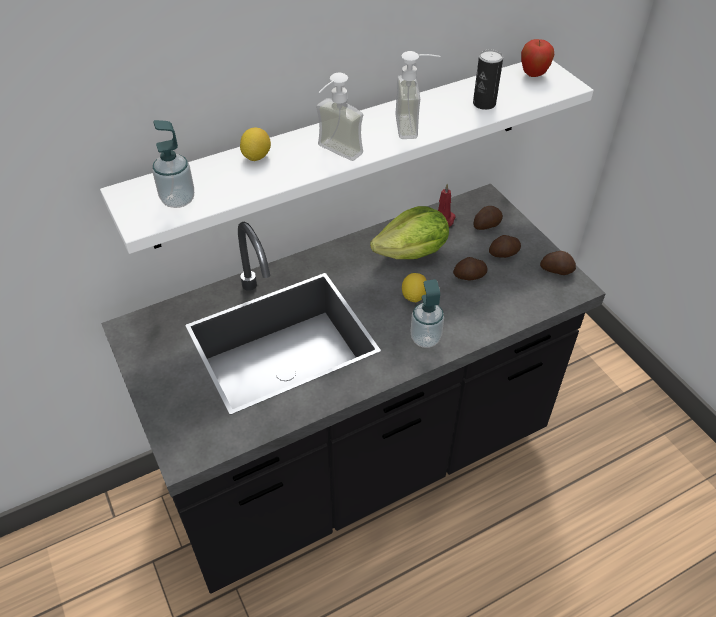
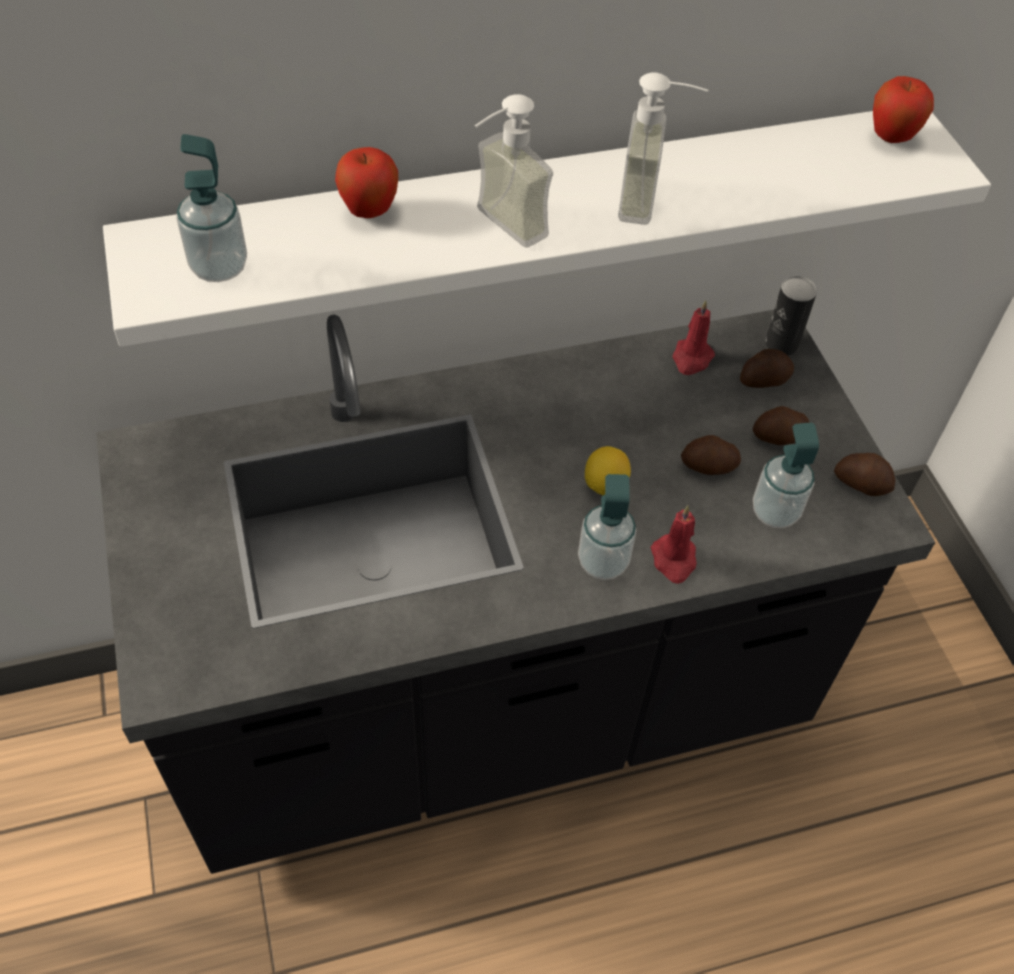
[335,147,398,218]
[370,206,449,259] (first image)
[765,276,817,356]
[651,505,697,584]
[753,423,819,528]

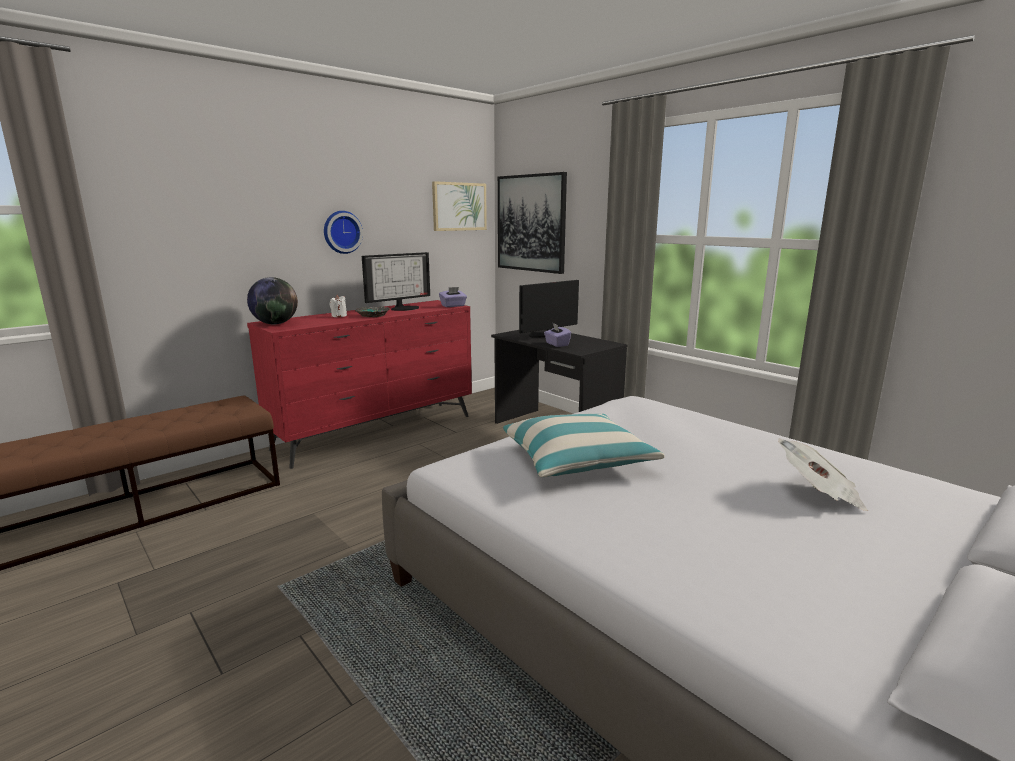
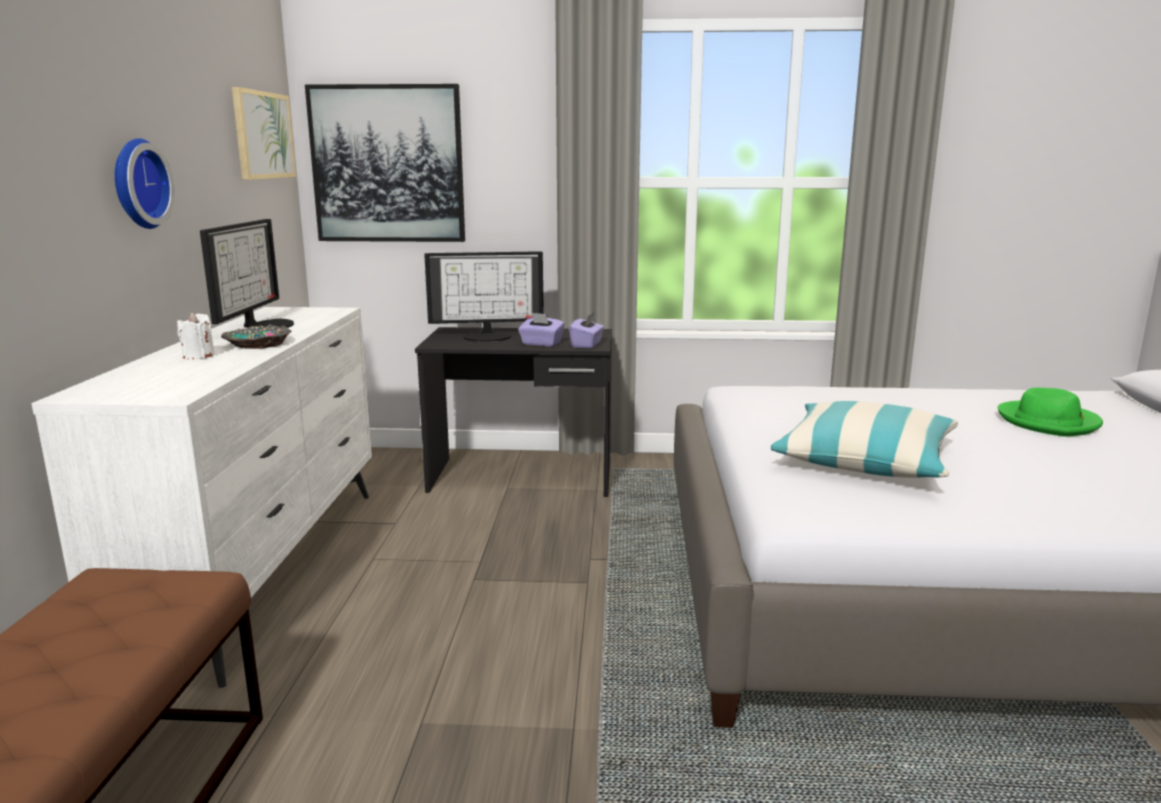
[247,277,298,324] (first image)
[31,307,372,688]
[569,313,604,349]
[424,251,544,342]
[998,388,1103,437]

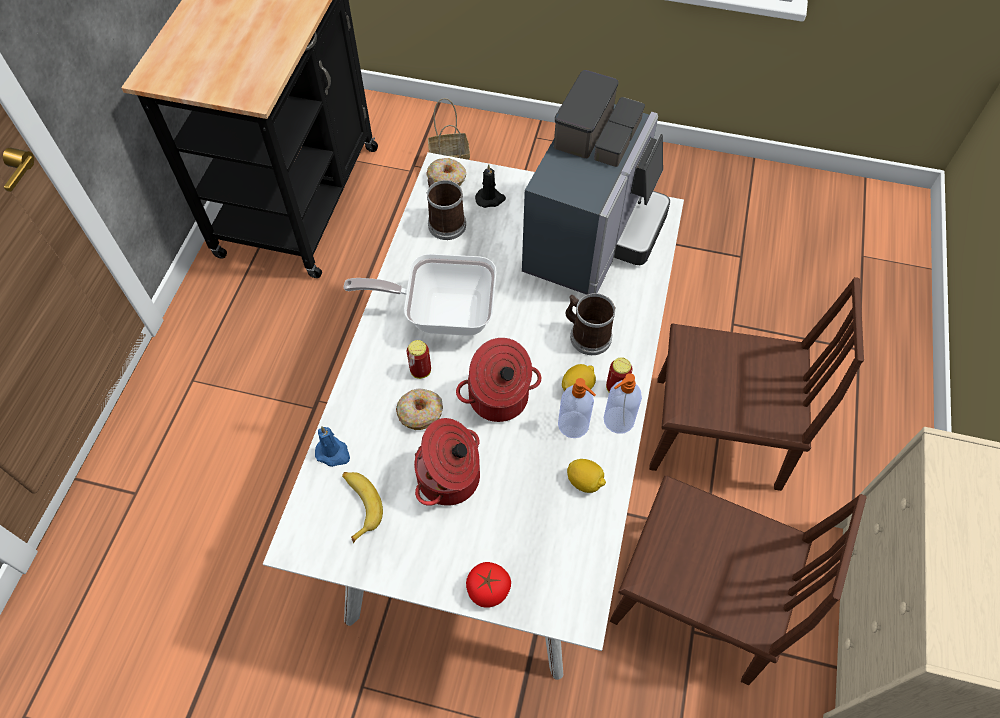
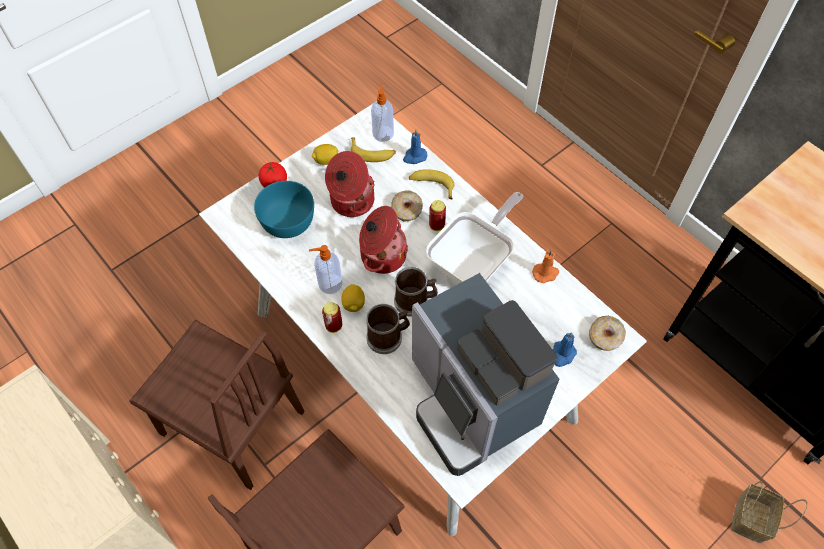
[394,267,438,317]
[553,332,577,367]
[312,144,338,165]
[371,82,394,142]
[129,320,305,490]
[254,181,314,238]
[409,169,454,199]
[532,249,559,283]

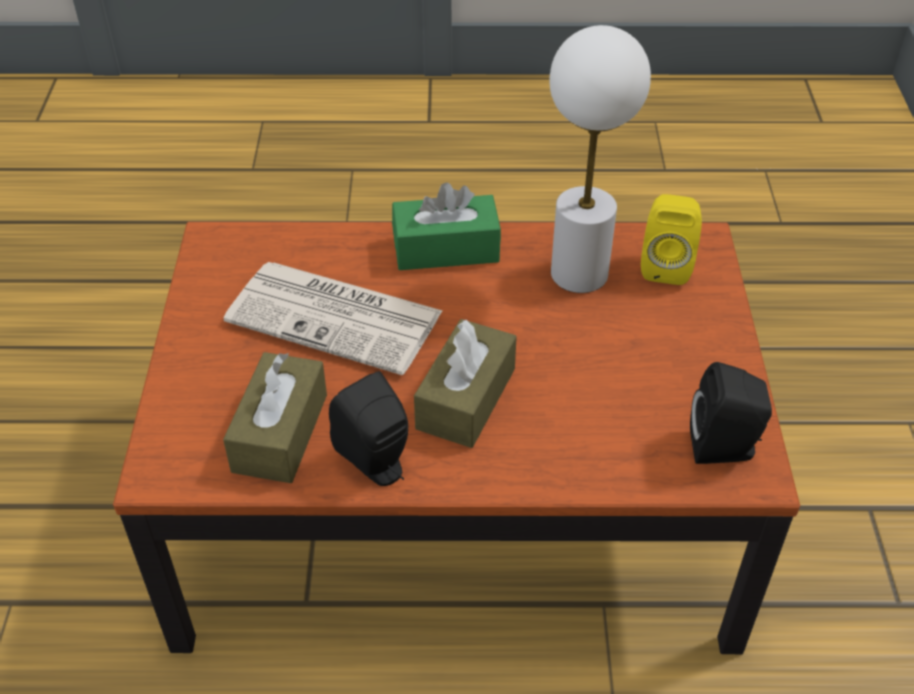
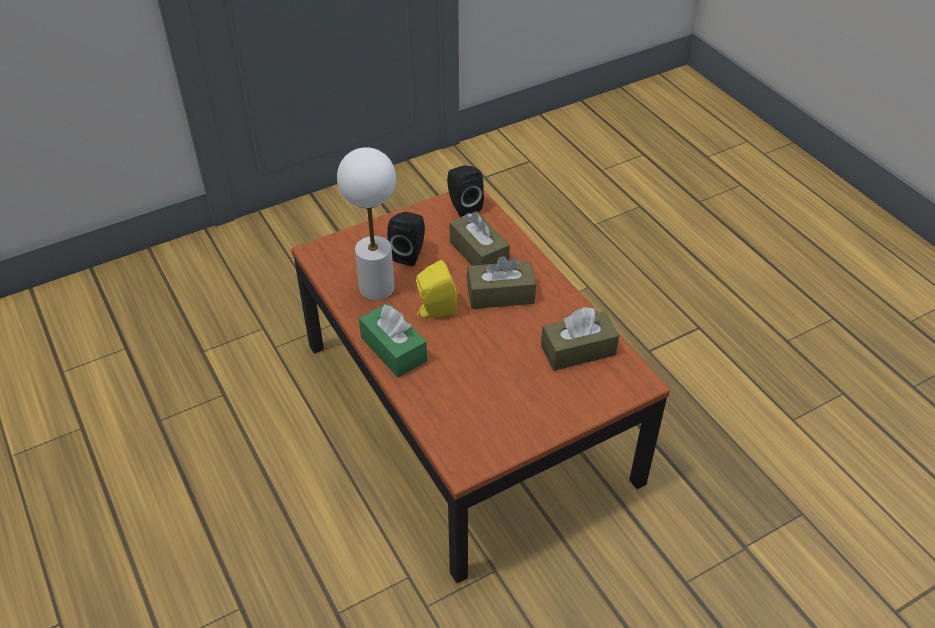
[224,262,443,375] (first image)
[387,212,425,266]
[416,260,458,319]
[450,211,510,266]

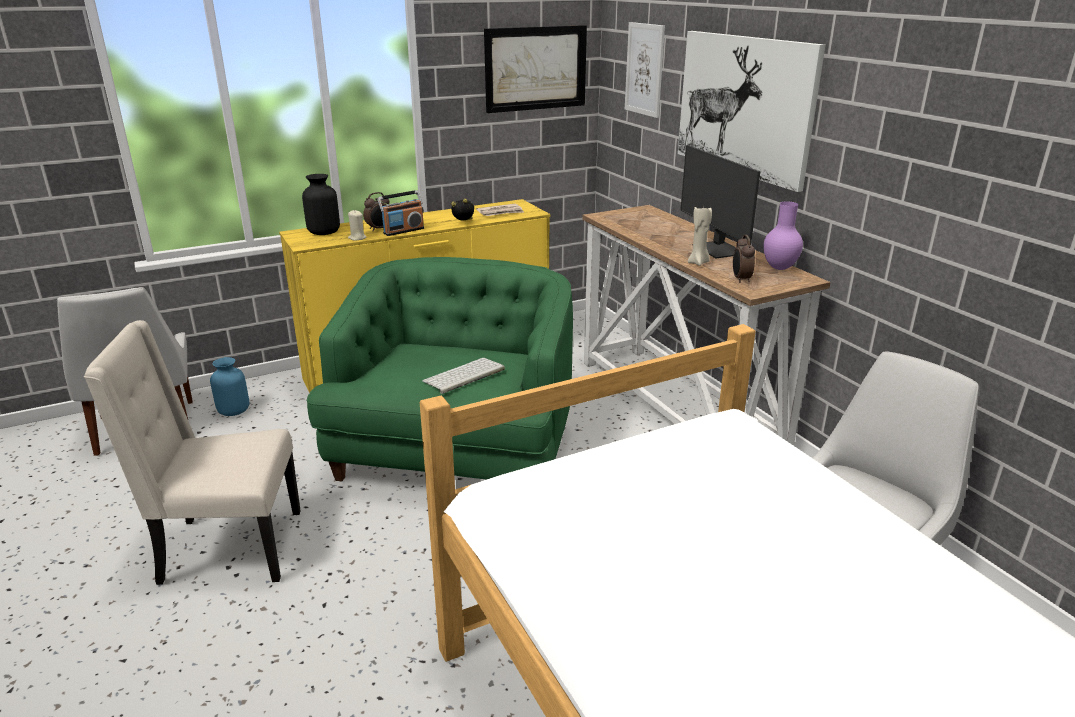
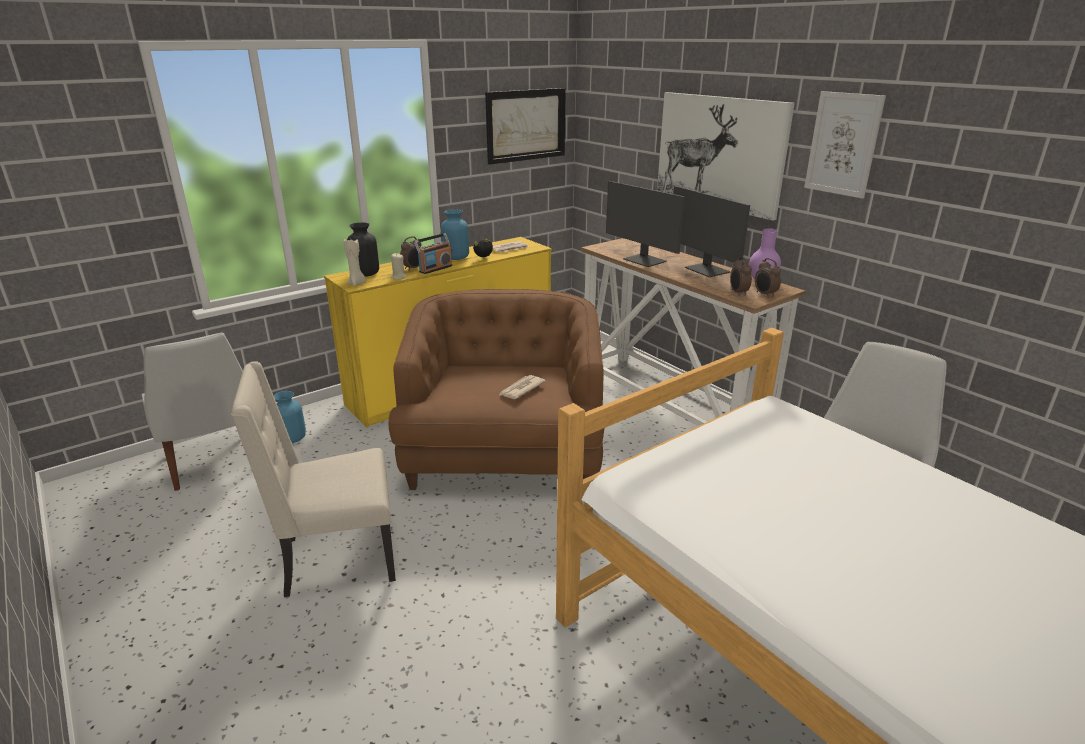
[388,289,604,490]
[499,375,546,399]
[804,91,886,199]
[343,238,366,286]
[441,209,469,260]
[606,181,685,267]
[755,258,781,298]

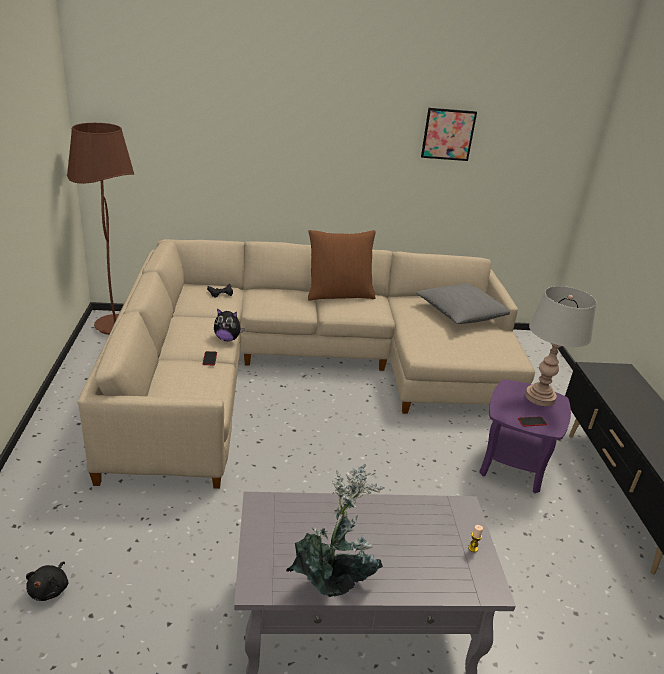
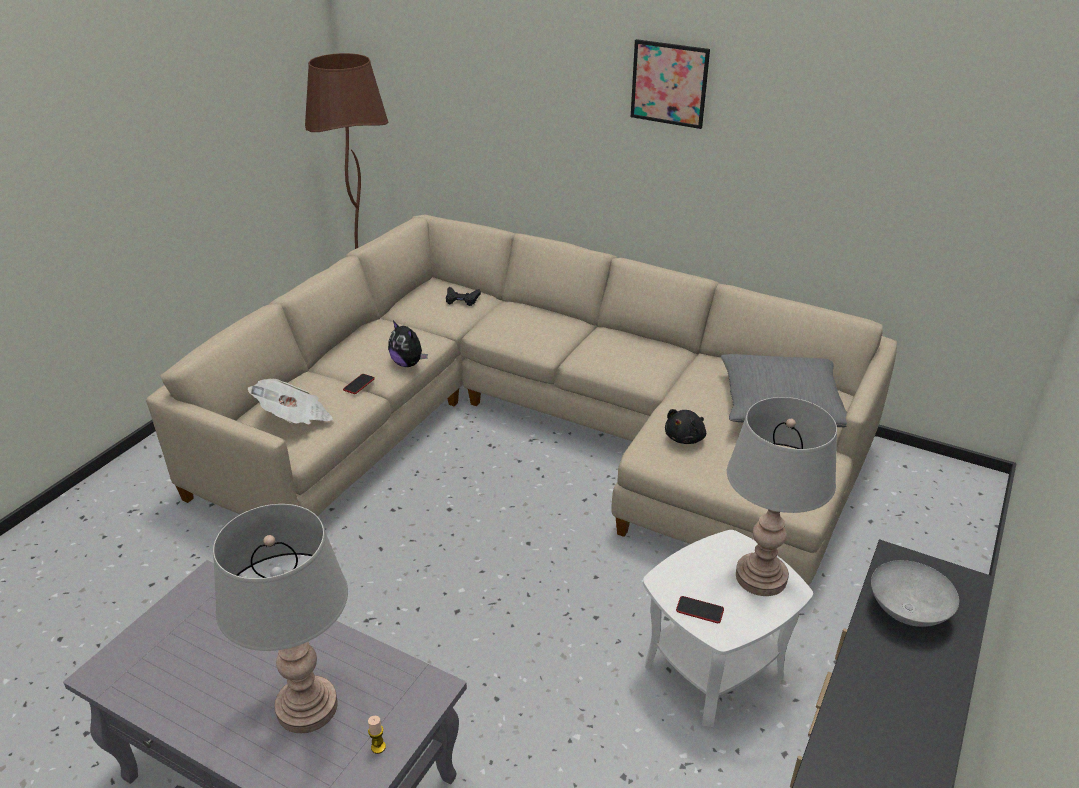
[665,409,706,444]
[286,463,385,597] (first image)
[308,230,376,301] (first image)
[631,39,710,129]
[643,530,813,727]
[213,504,348,733]
[248,379,333,424]
[871,560,959,627]

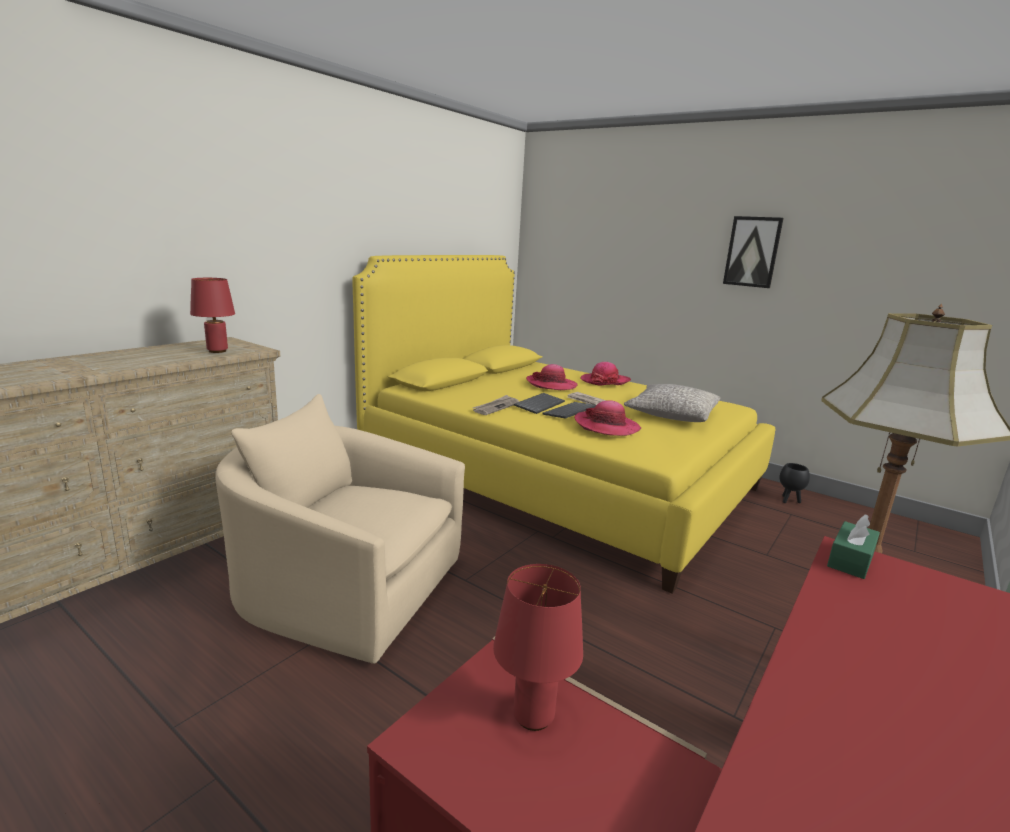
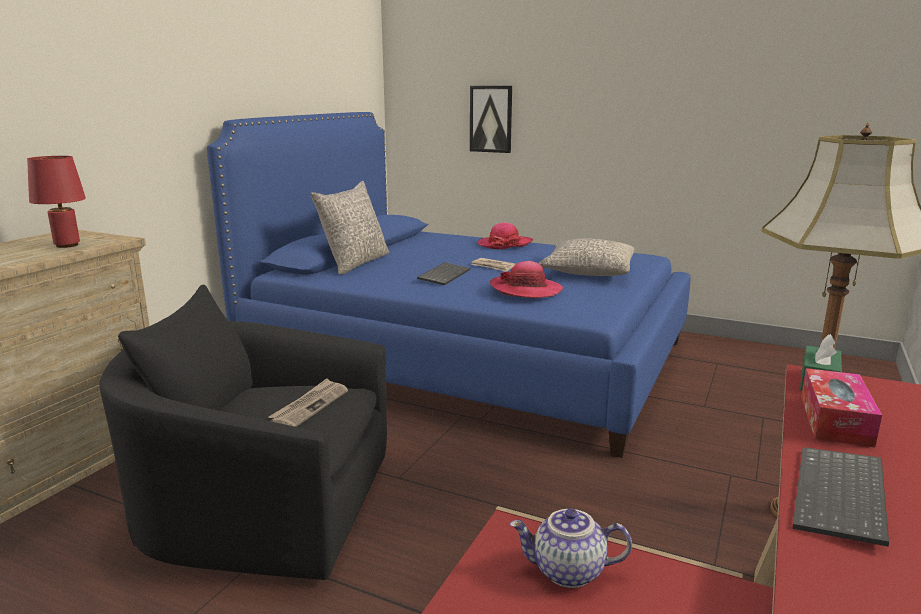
[100,285,387,580]
[207,112,690,458]
[268,378,348,427]
[510,508,632,588]
[526,364,578,390] (first image)
[793,447,889,547]
[470,86,512,153]
[780,463,810,503] (first image)
[311,181,390,275]
[801,368,882,447]

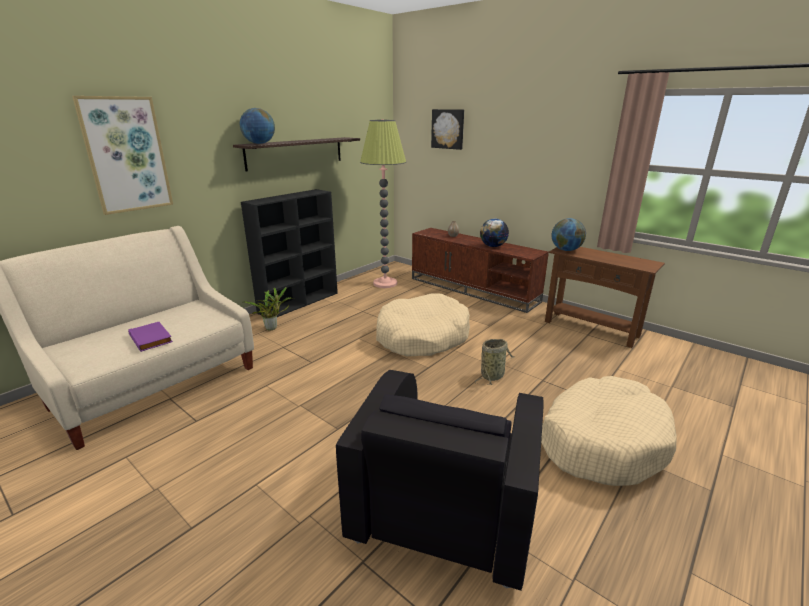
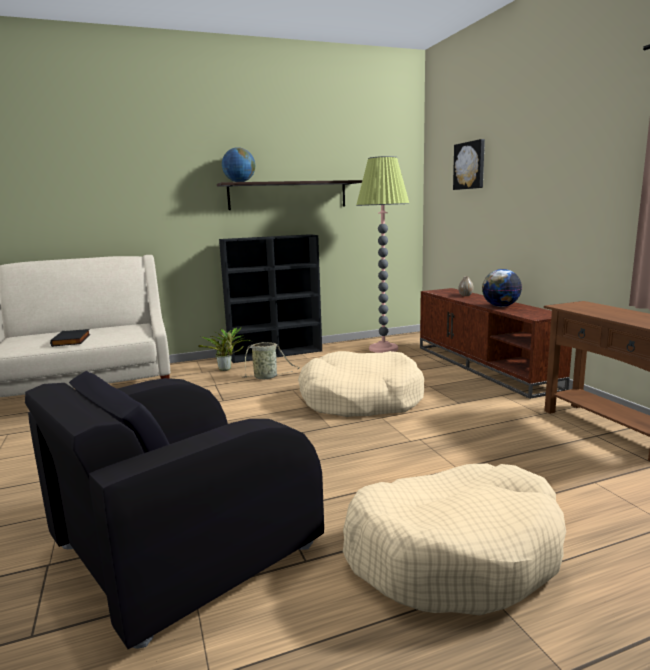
[72,96,173,215] (first image)
[50,329,91,347]
[243,342,299,379]
[552,218,586,251] (first image)

